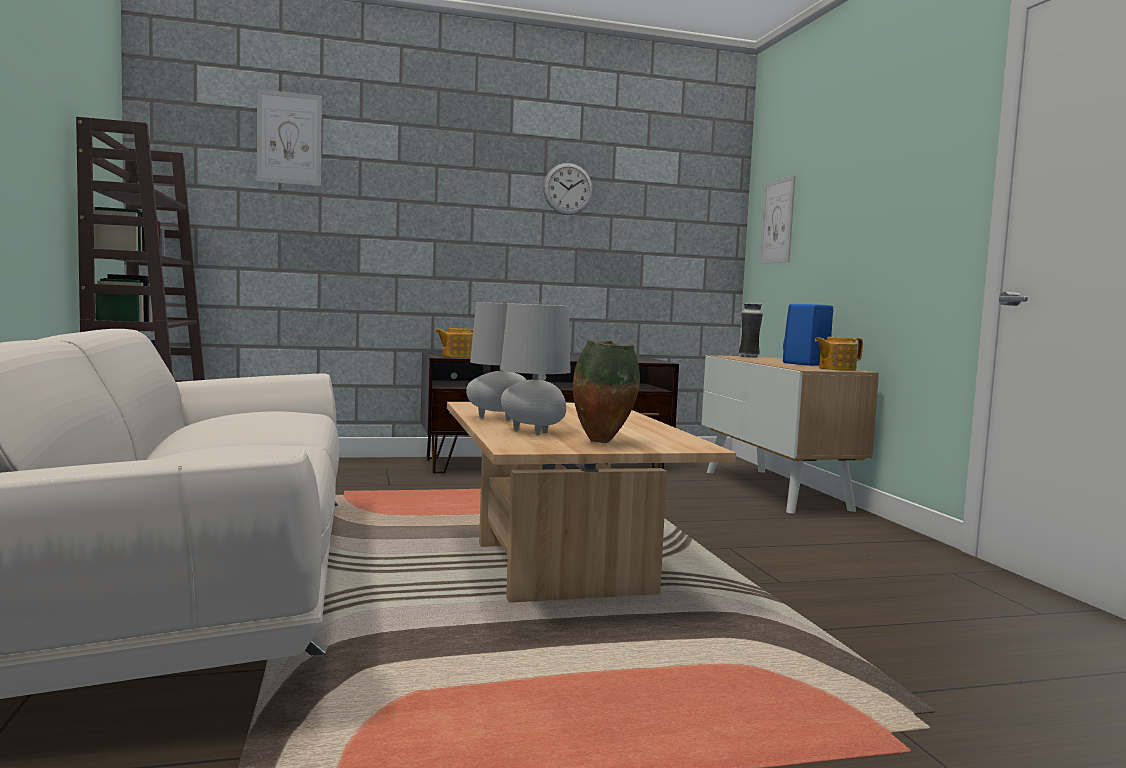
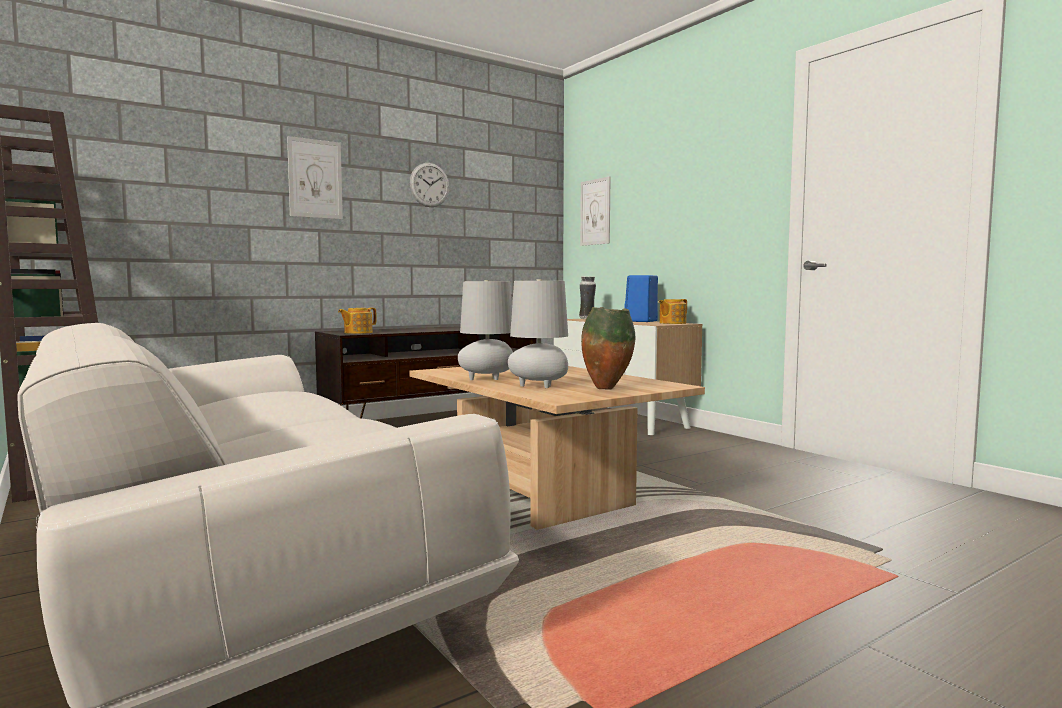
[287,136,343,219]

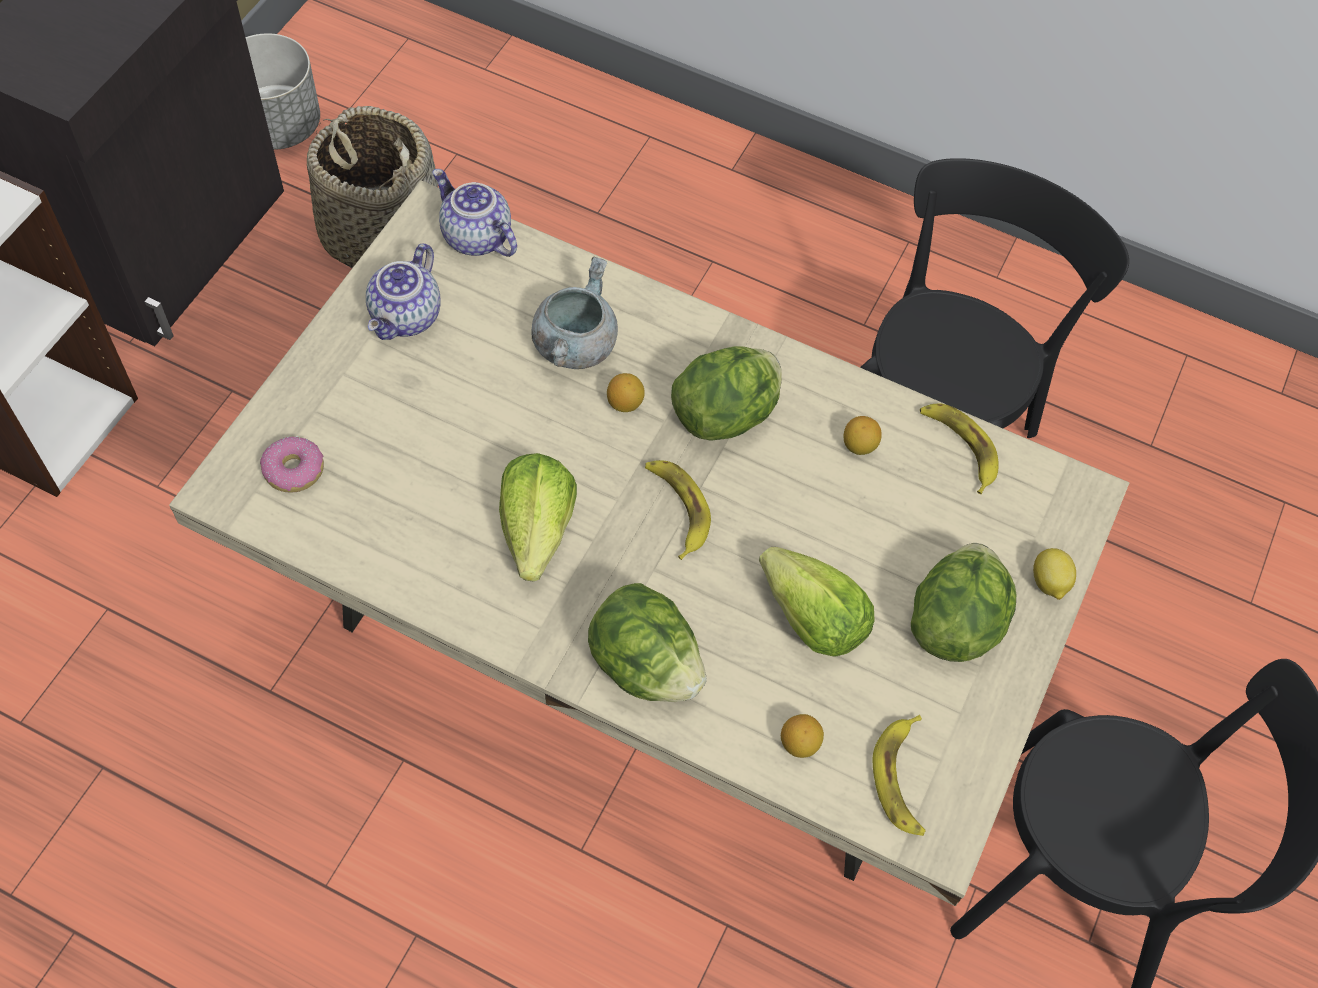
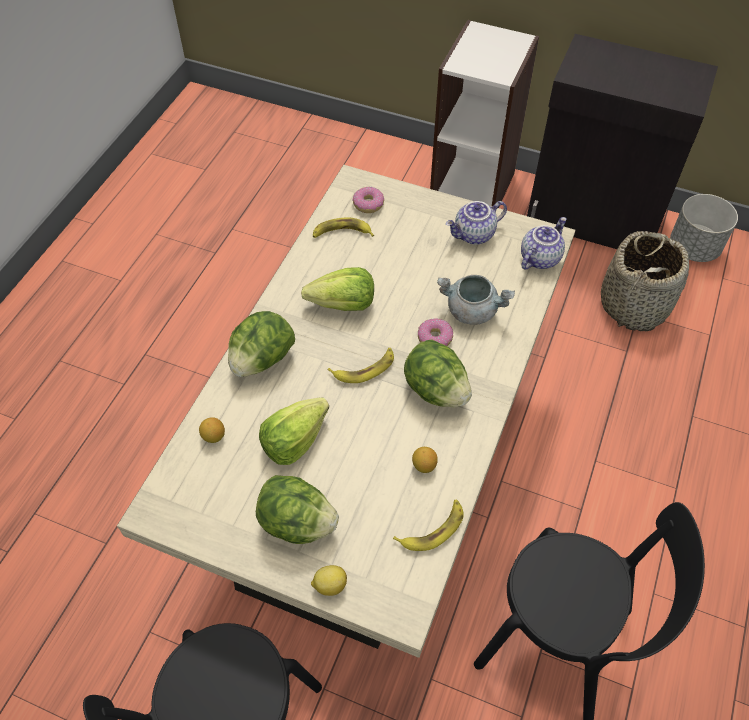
[446,201,507,245]
[418,319,453,346]
[313,218,374,238]

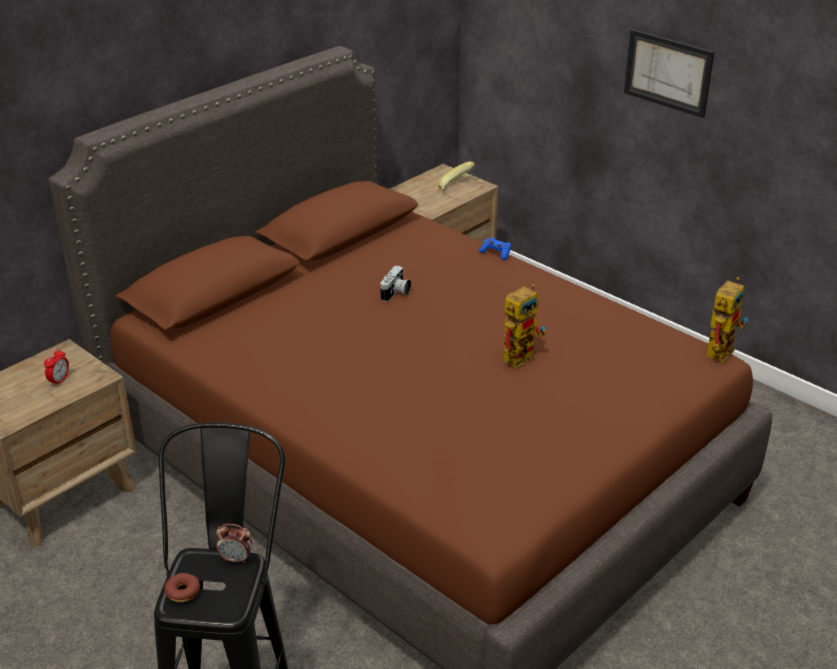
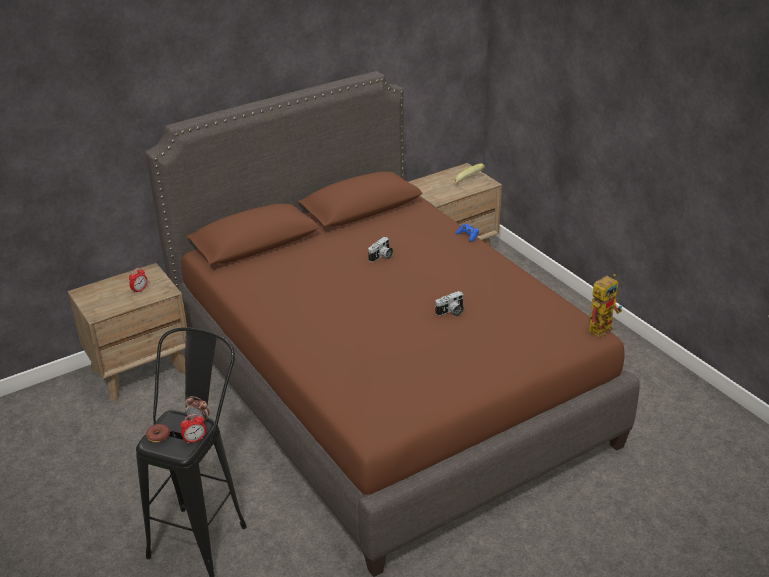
[435,291,464,317]
[624,29,714,118] (first image)
[180,414,206,444]

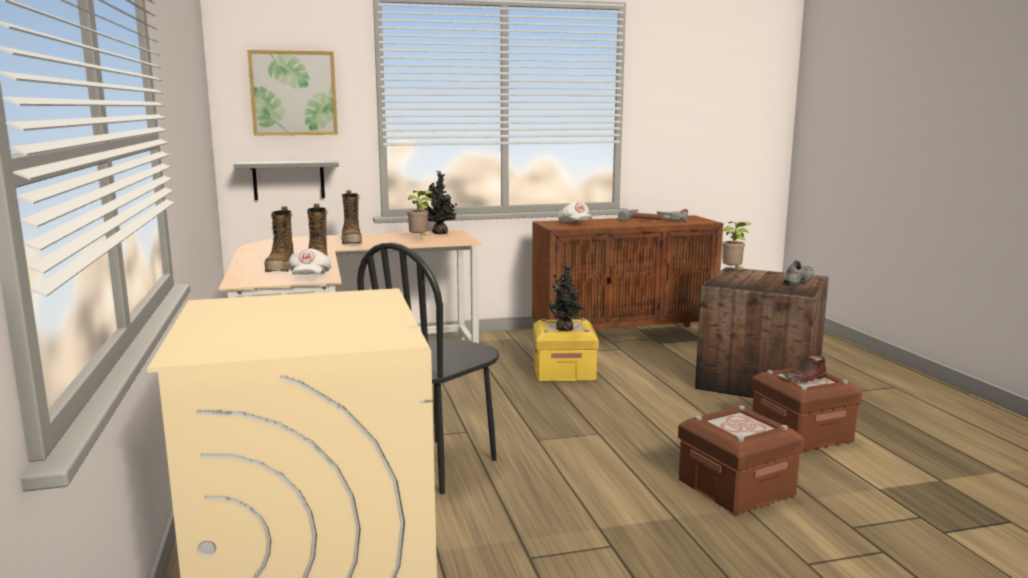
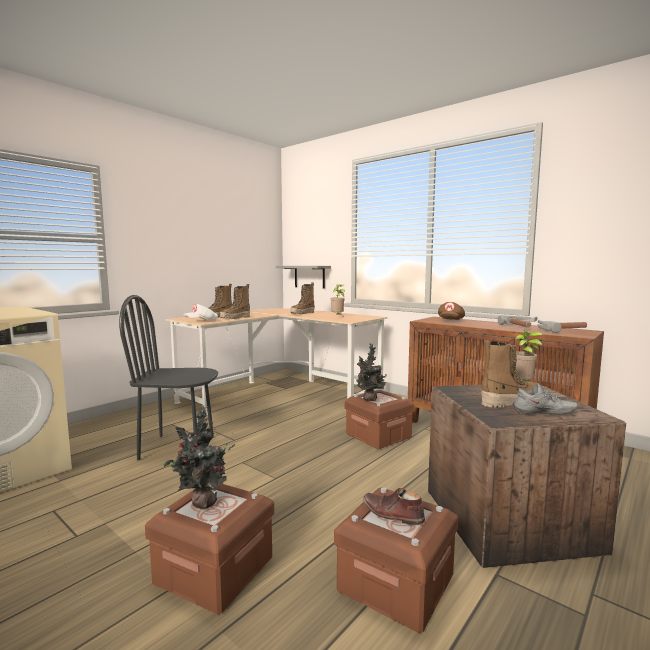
[248,50,338,135] (first image)
[163,405,235,509]
[345,389,415,449]
[438,302,465,320]
[481,340,536,408]

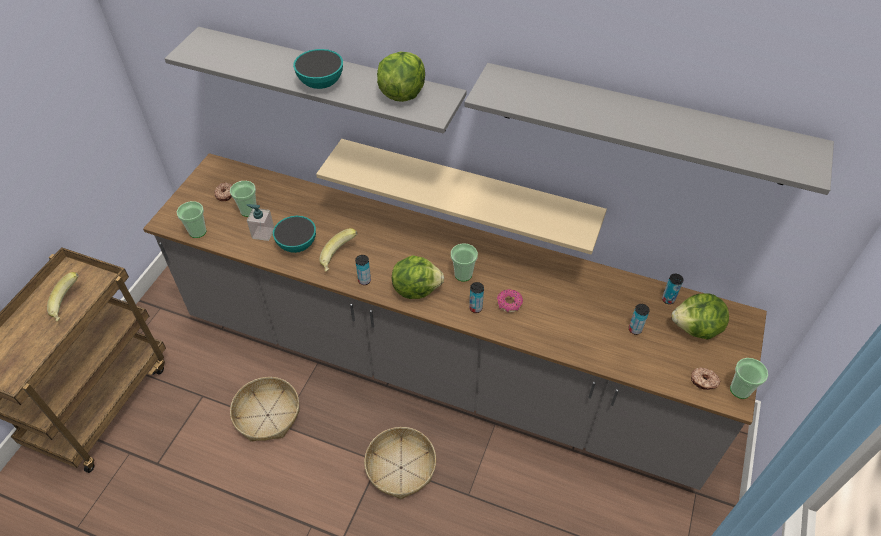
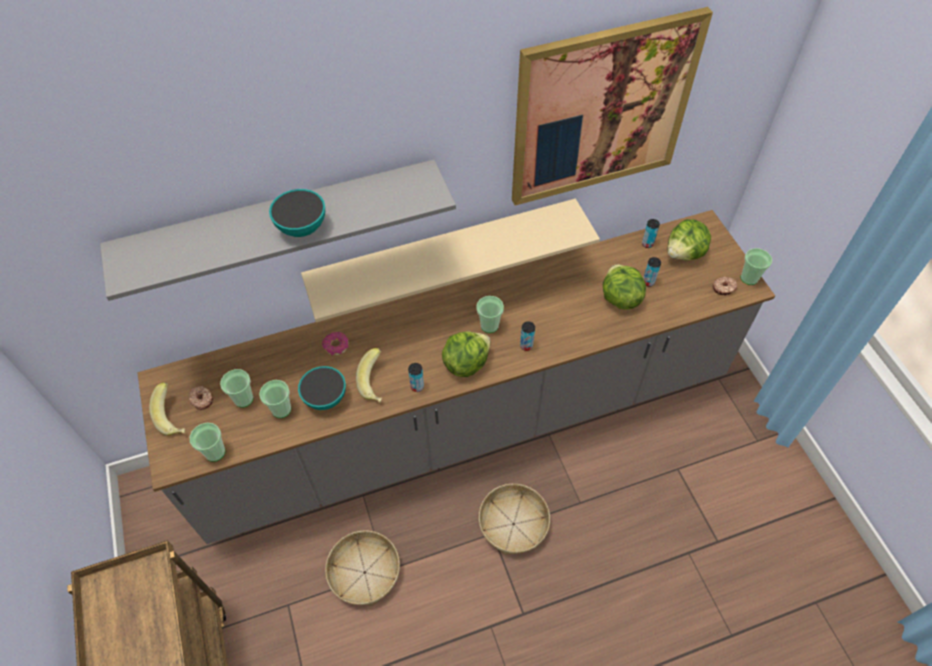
[149,382,185,436]
[259,380,291,418]
[603,264,646,310]
[512,7,713,206]
[322,332,348,356]

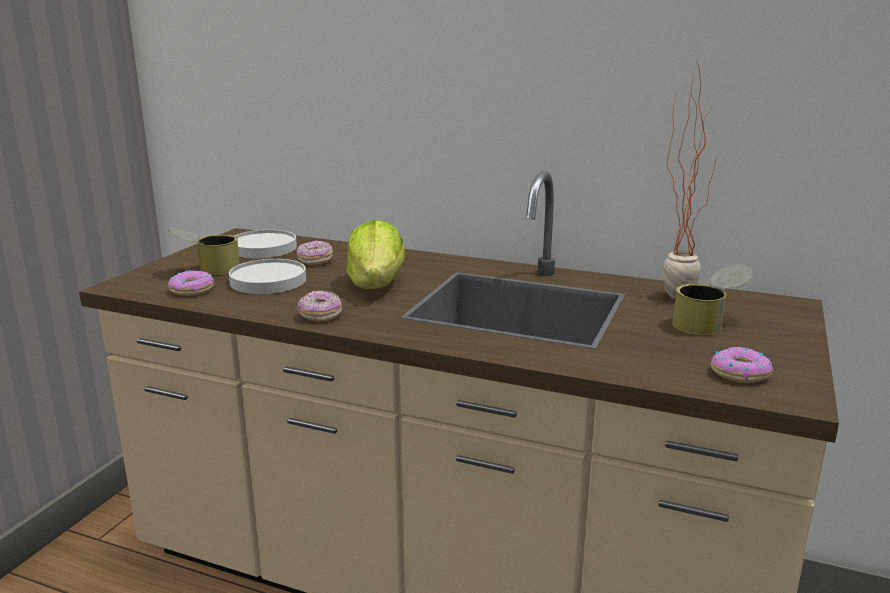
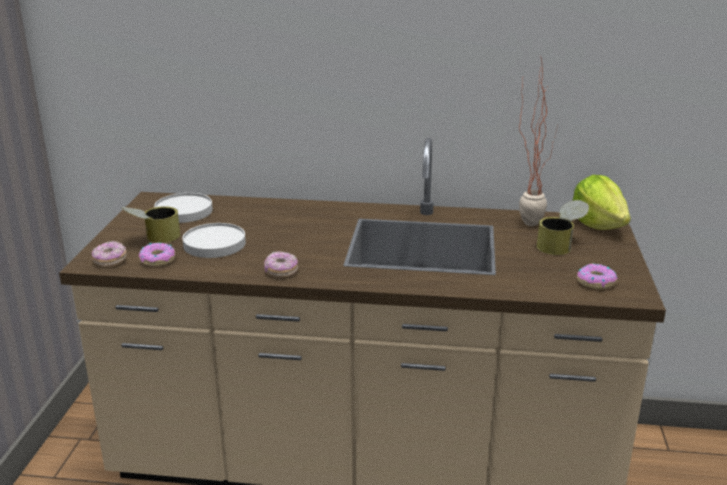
[92,241,126,267]
[572,175,631,230]

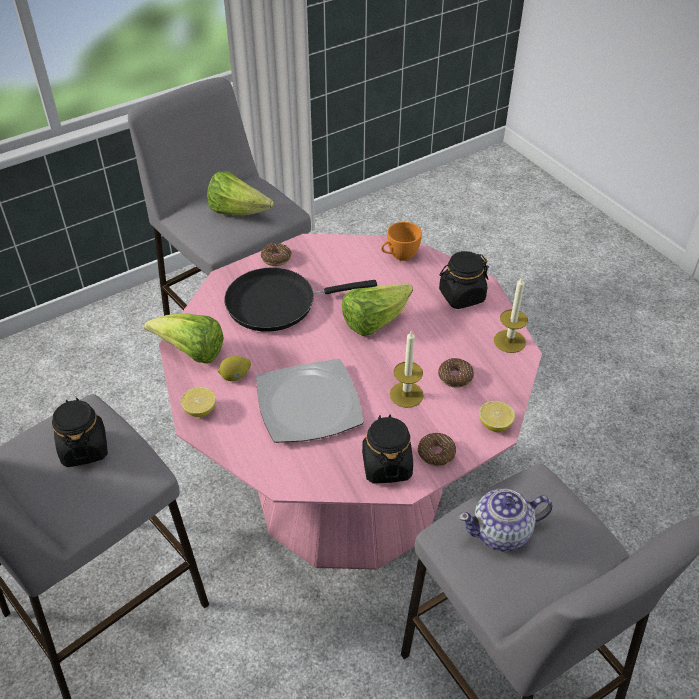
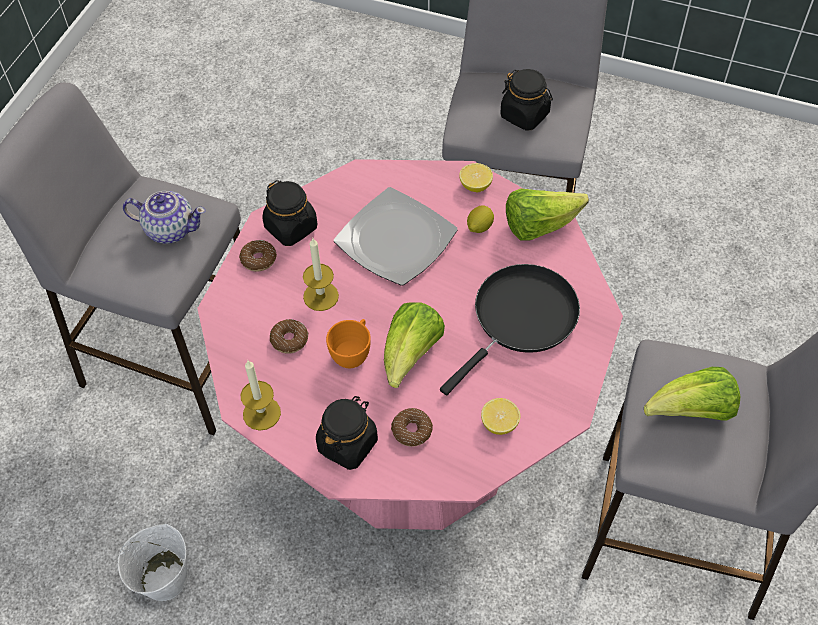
[391,408,433,446]
[326,319,371,368]
[123,191,206,244]
[481,398,520,435]
[118,524,188,601]

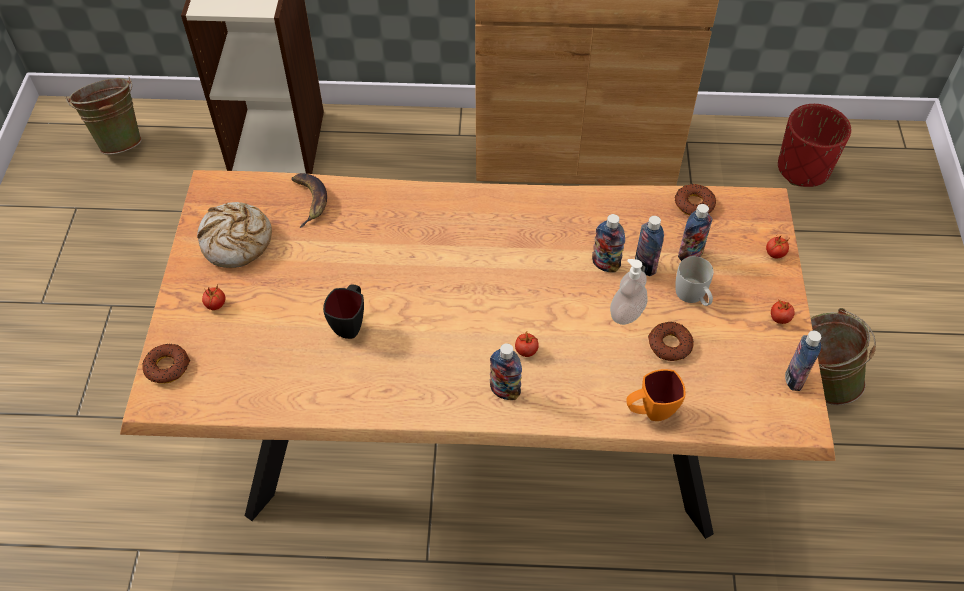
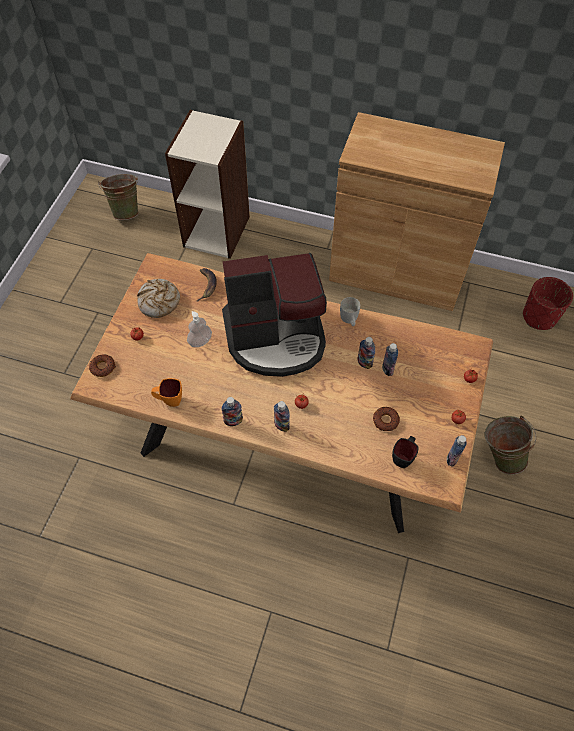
[392,436,418,468]
[187,311,212,347]
[151,378,182,407]
[675,184,716,216] (first image)
[340,297,360,326]
[221,397,243,426]
[222,253,327,377]

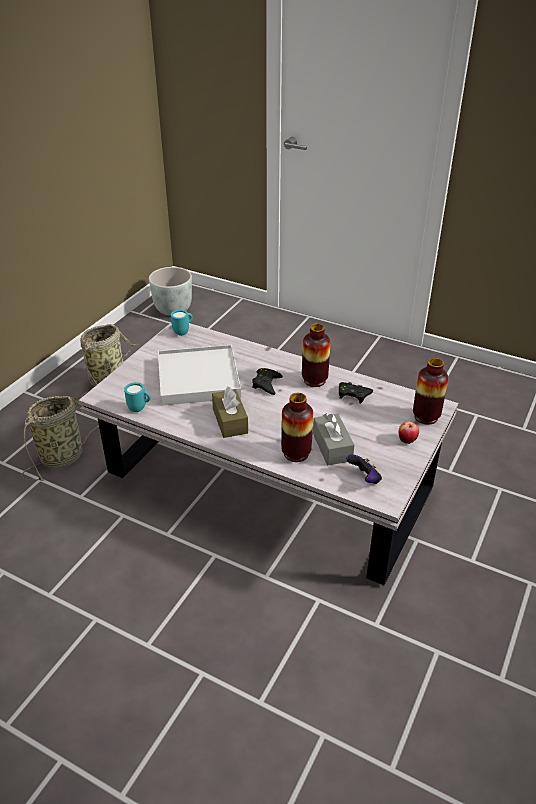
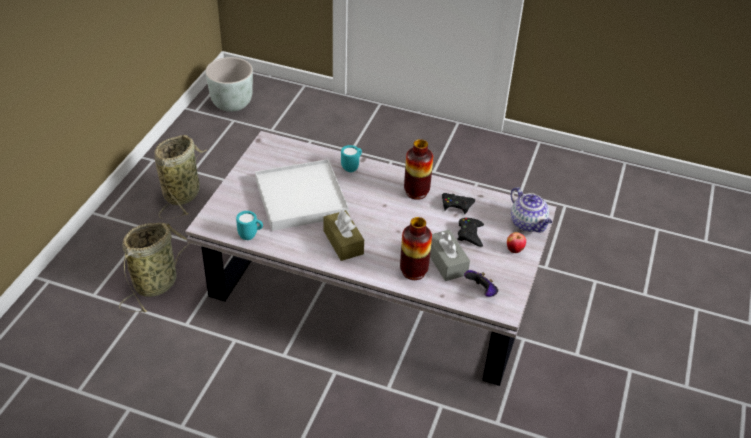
[341,145,362,172]
[458,218,484,247]
[511,187,552,233]

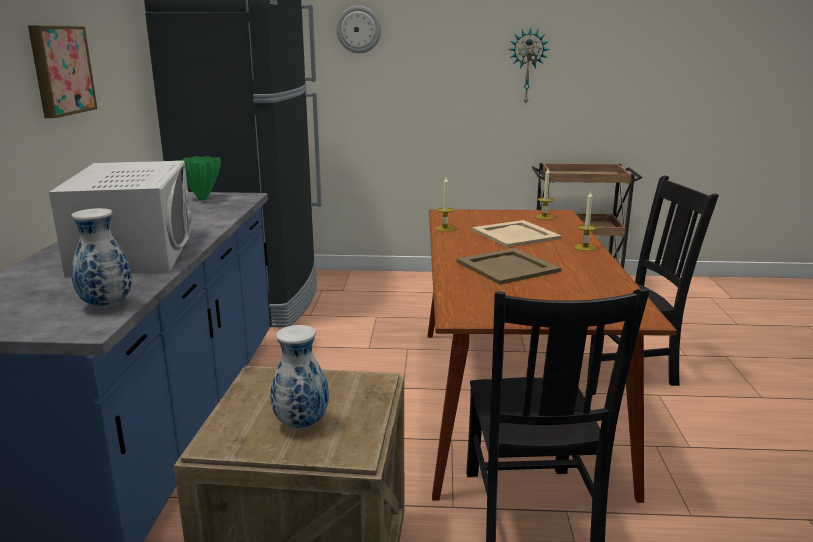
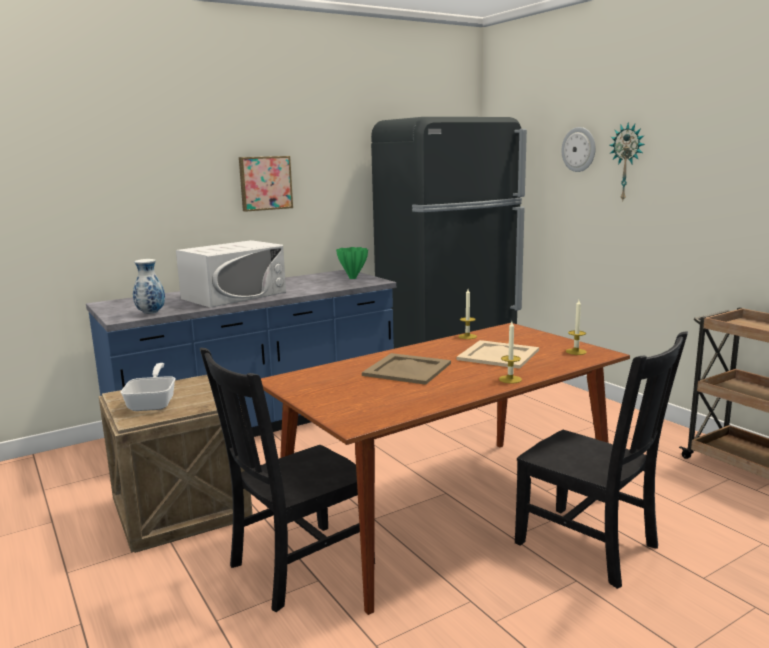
[120,363,176,411]
[609,123,645,201]

